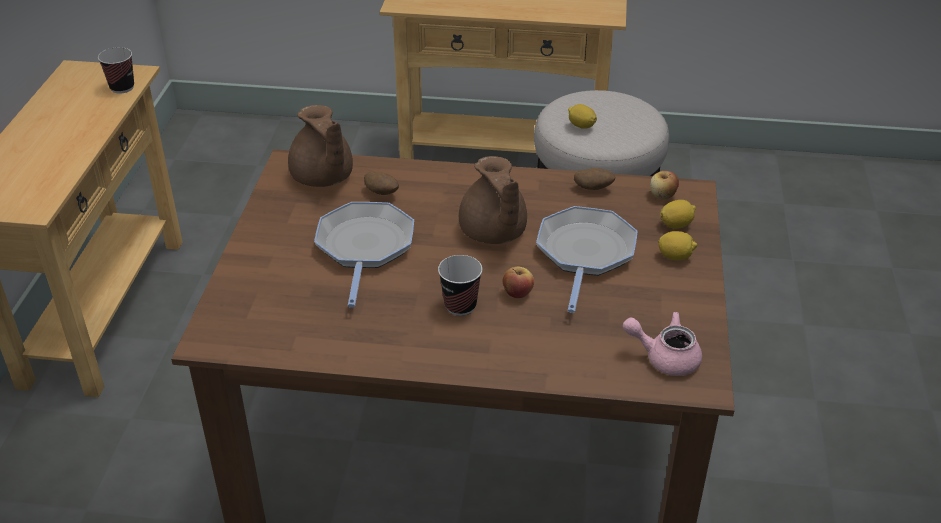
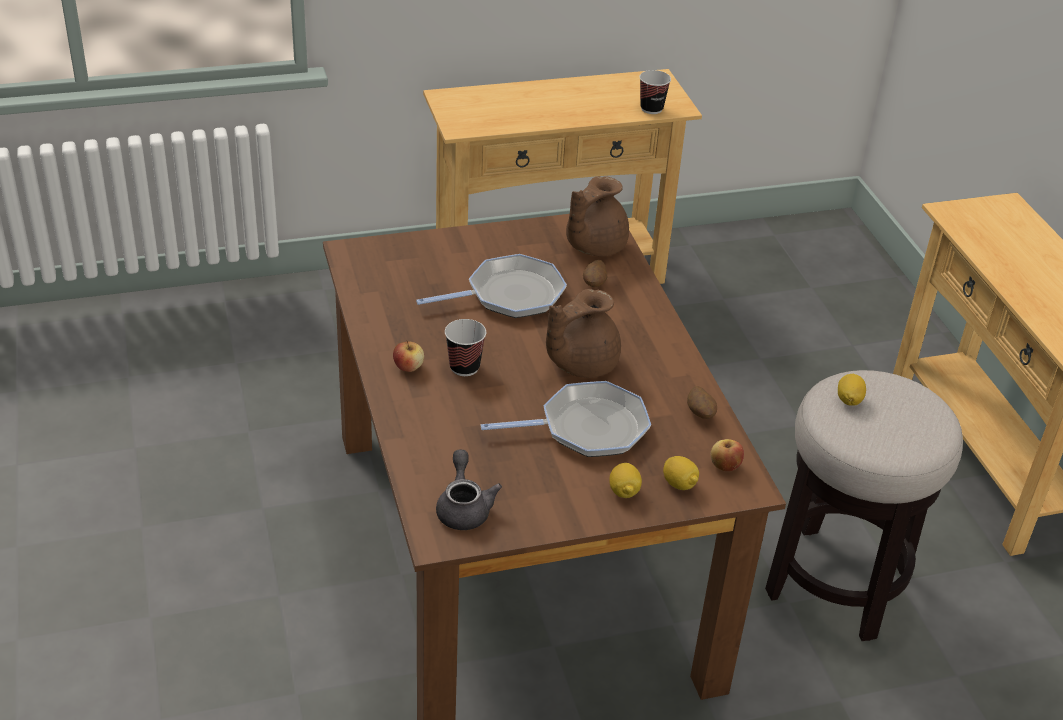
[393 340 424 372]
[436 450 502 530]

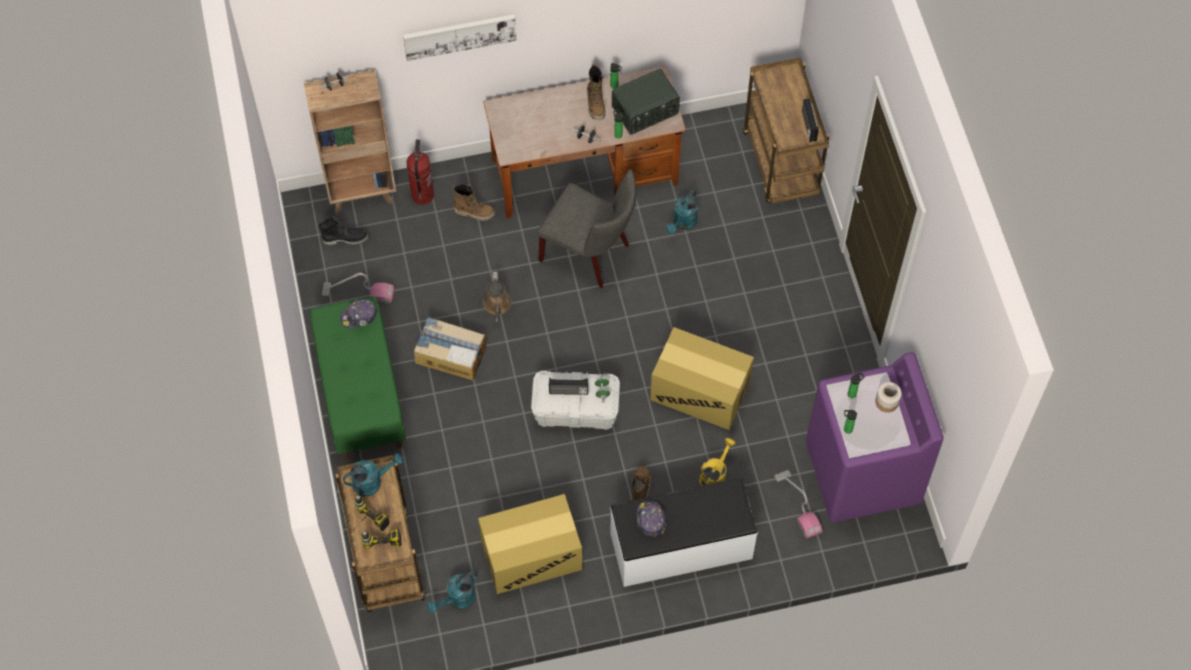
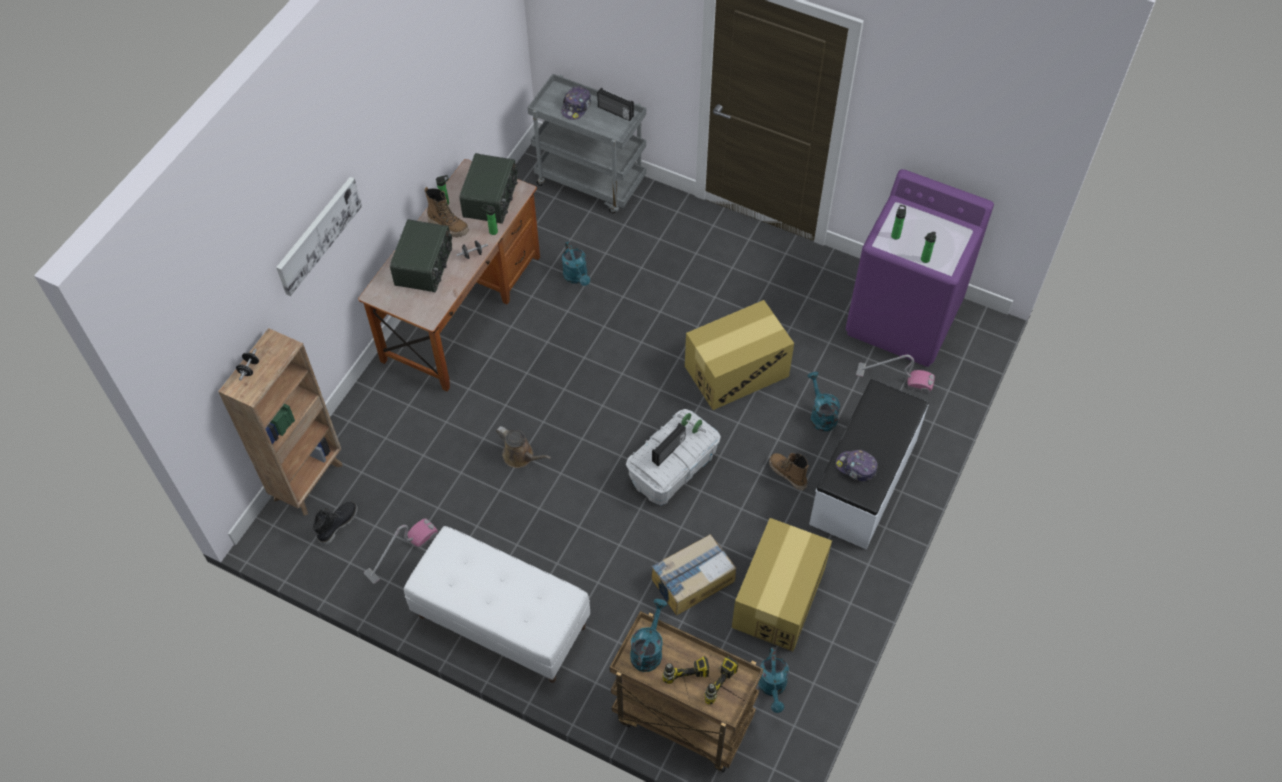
[390 219 452 292]
[404 526 590 683]
[528 74 646 214]
[561 86 591 120]
[652 534 736 616]
[808 372 840 432]
[406 139 434 205] (first image)
[453 184 495 221] (first image)
[537 169 636 288] (first image)
[875 382 902 413] (first image)

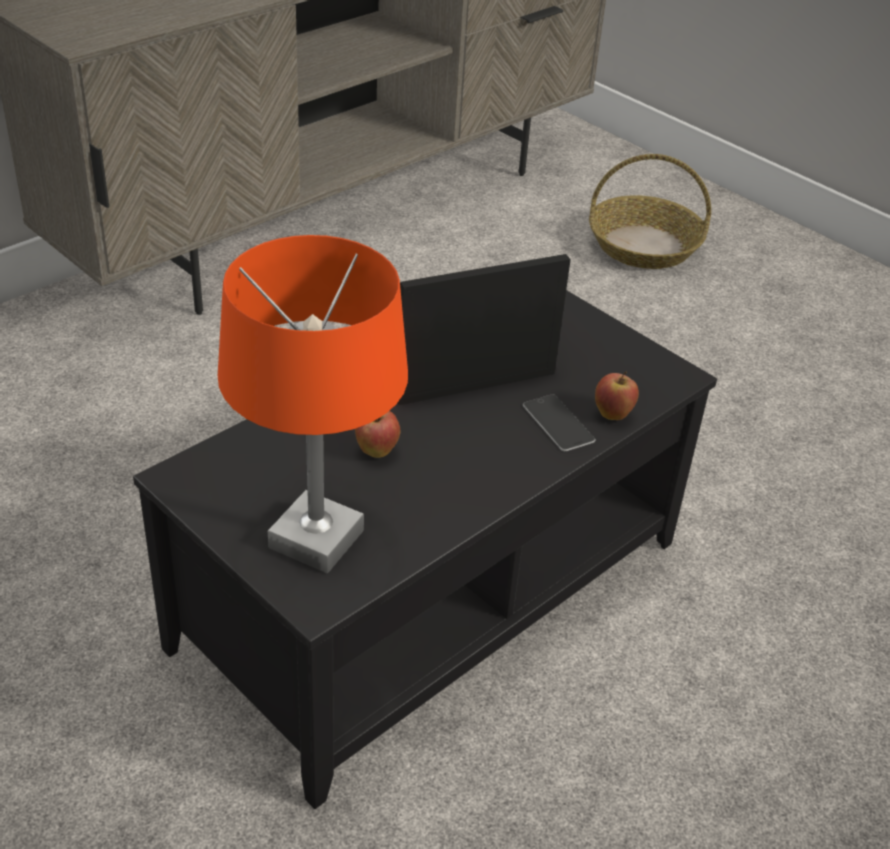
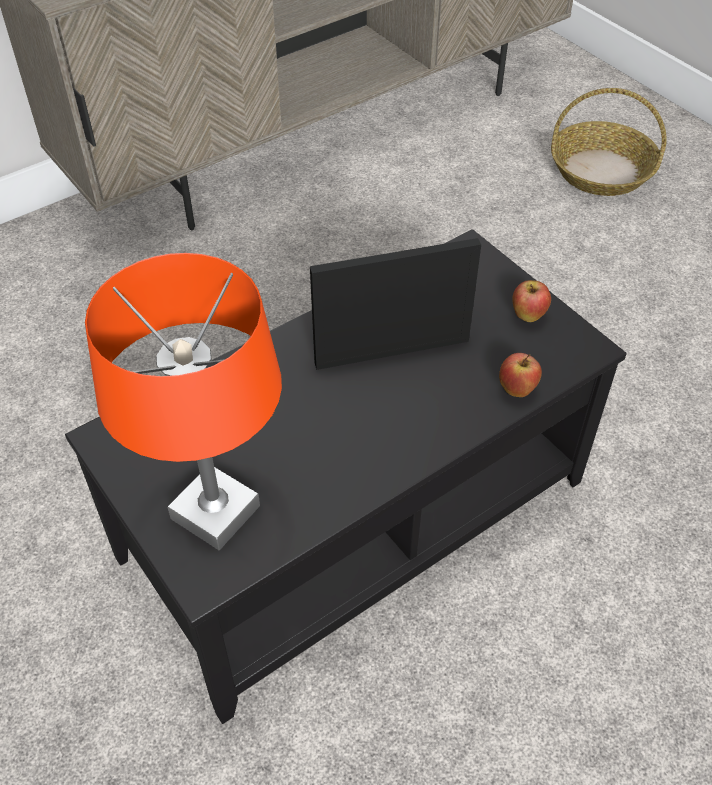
[512 280 551 322]
[523 394 595 451] (first image)

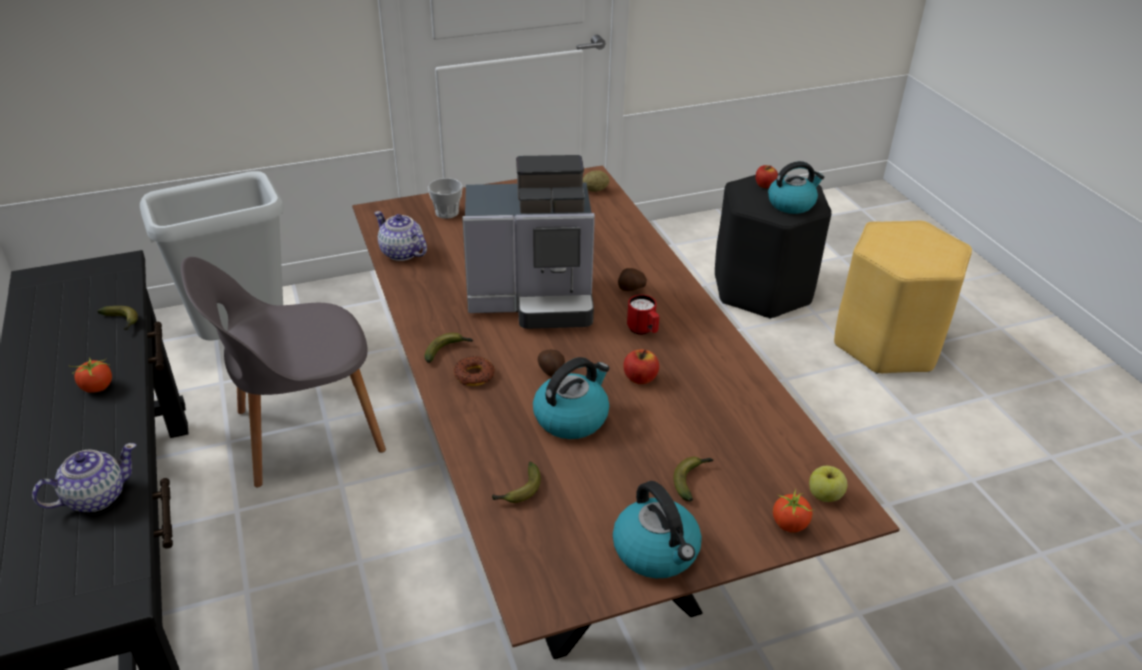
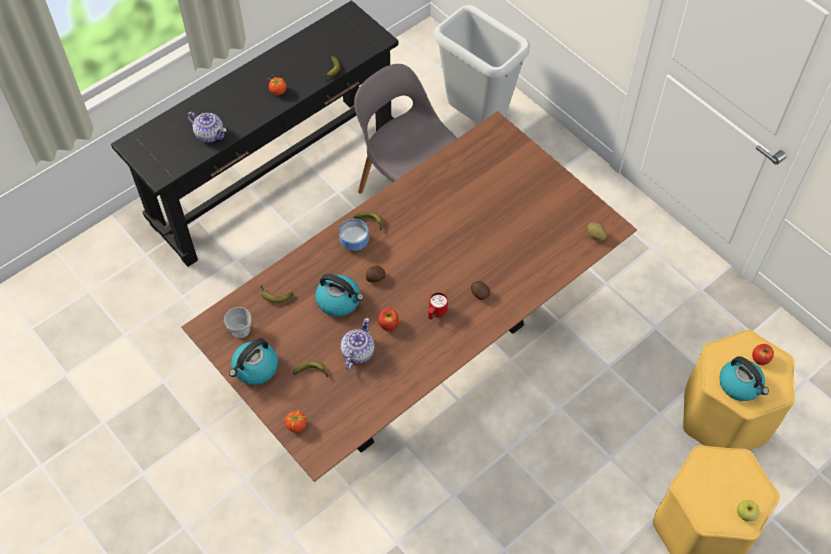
[224 307 251 338]
[339 219 369 251]
[341 318 375 370]
[683 330 795 450]
[737 500 760 522]
[462 155 595 329] (first image)

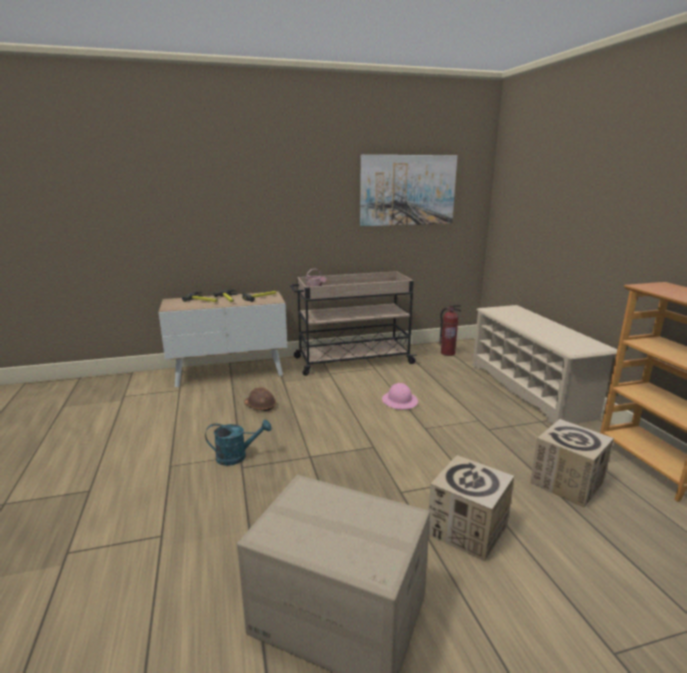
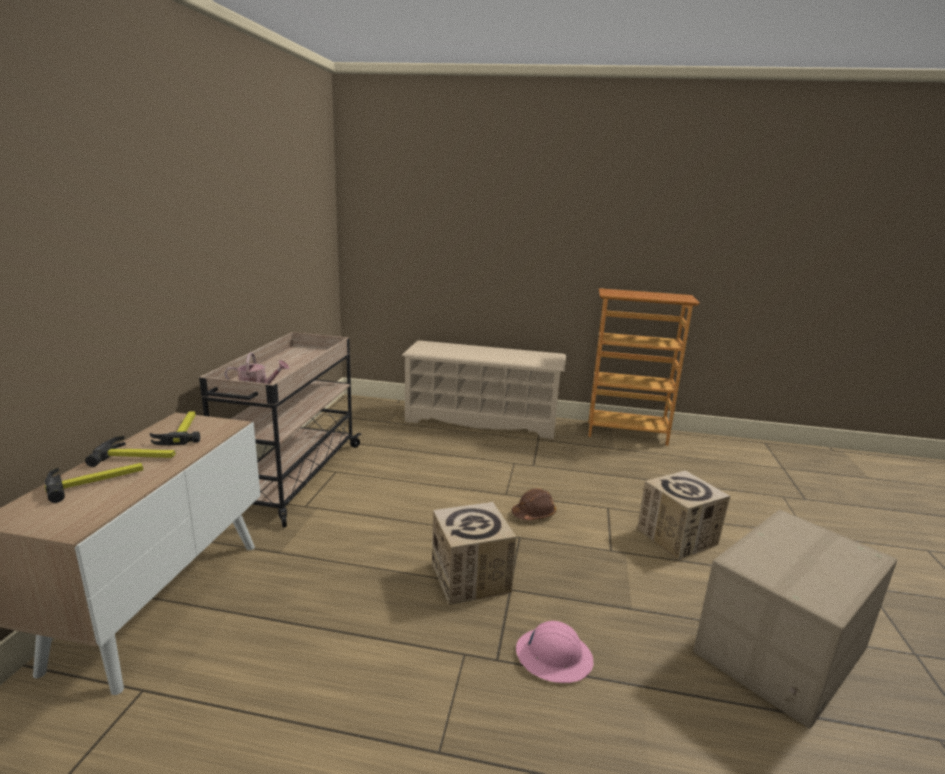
[432 502 516 605]
[512 488 556 520]
[516 621 593 683]
[205 419 272 466] (first image)
[360 155 457 226] (first image)
[439 304 461 356] (first image)

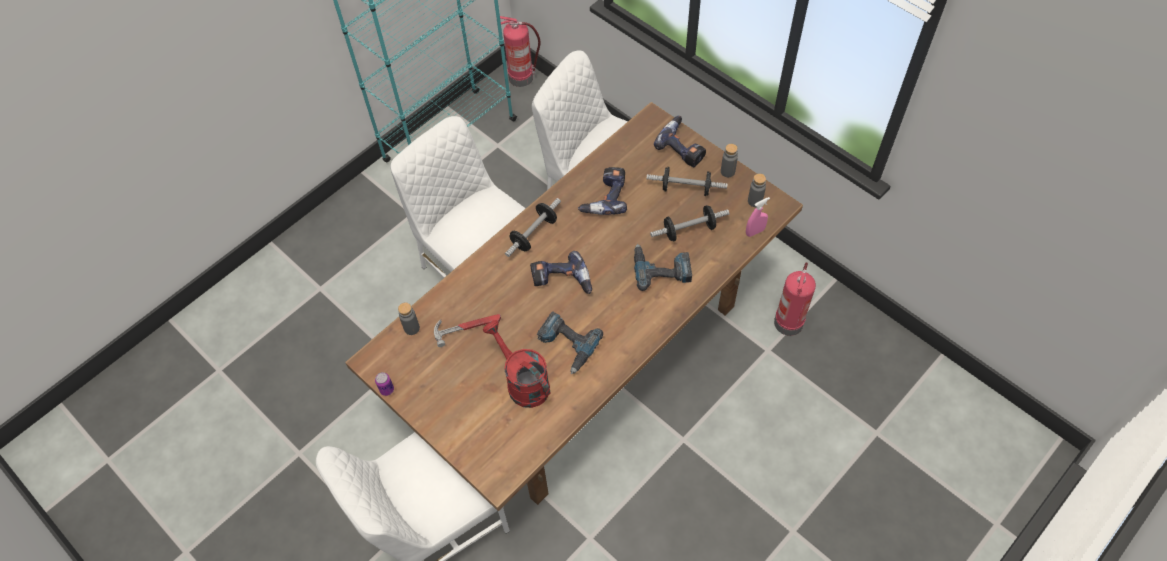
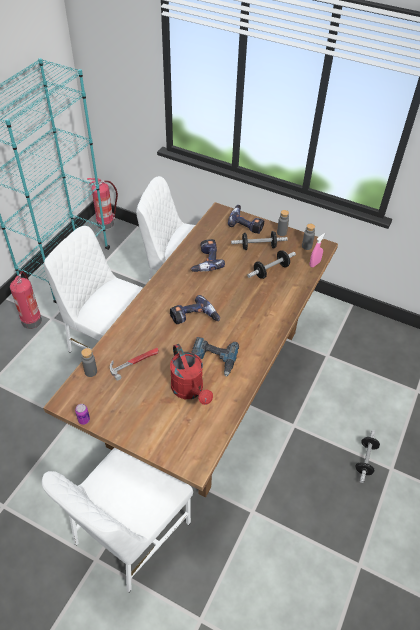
[10 271 42 329]
[170 344 213 405]
[355 430 380 483]
[634 244 692 291] (first image)

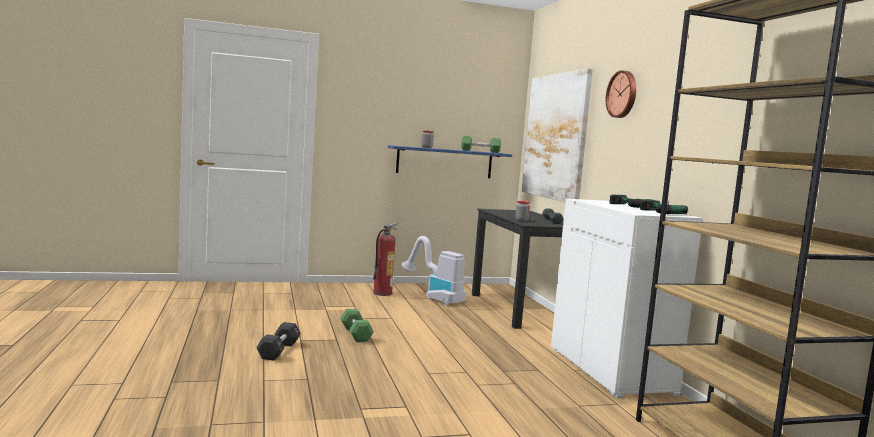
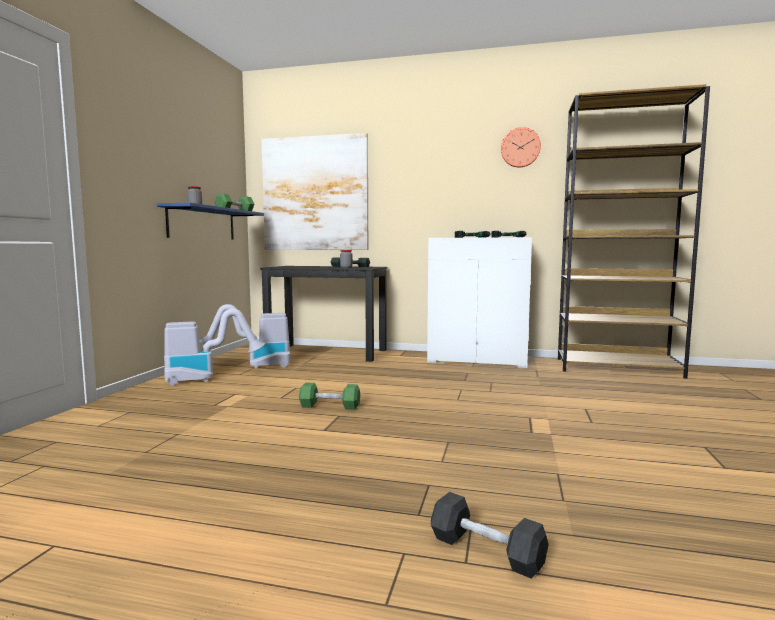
[164 308 265 385]
[431 492 549 578]
[501 127 541 168]

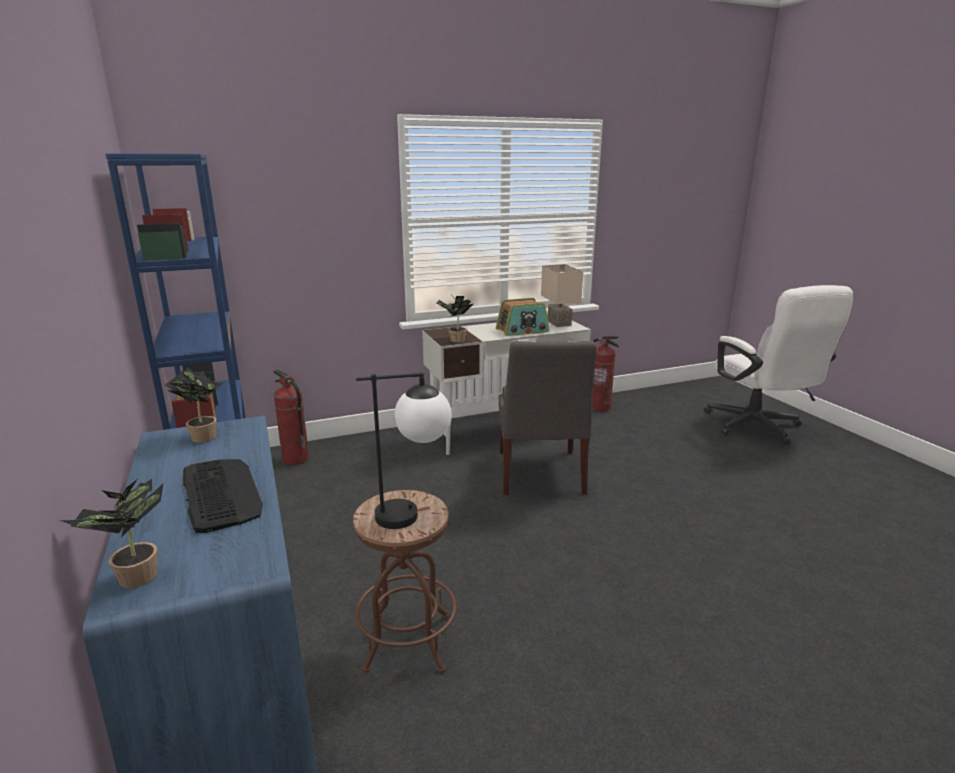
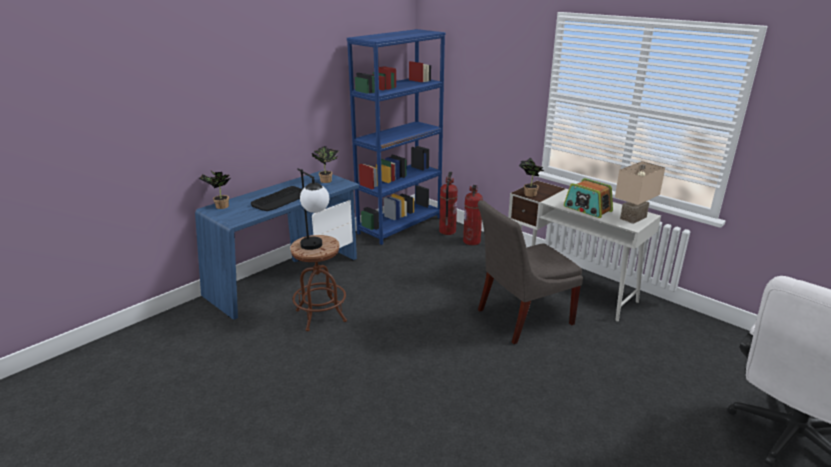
[463 185 483 245]

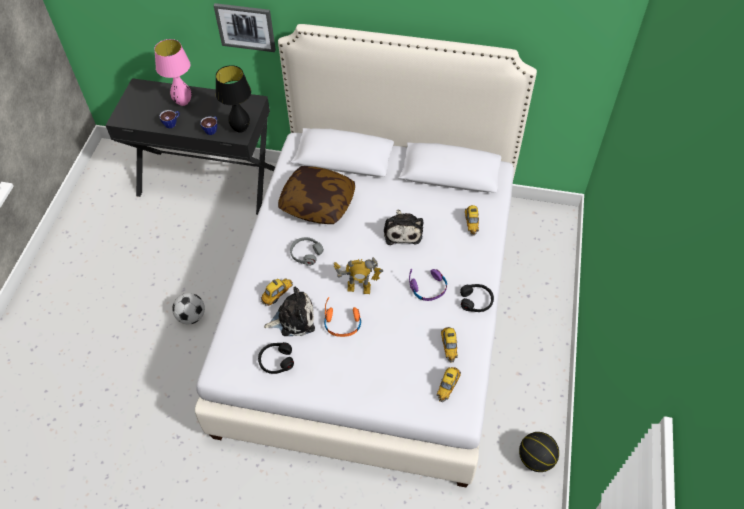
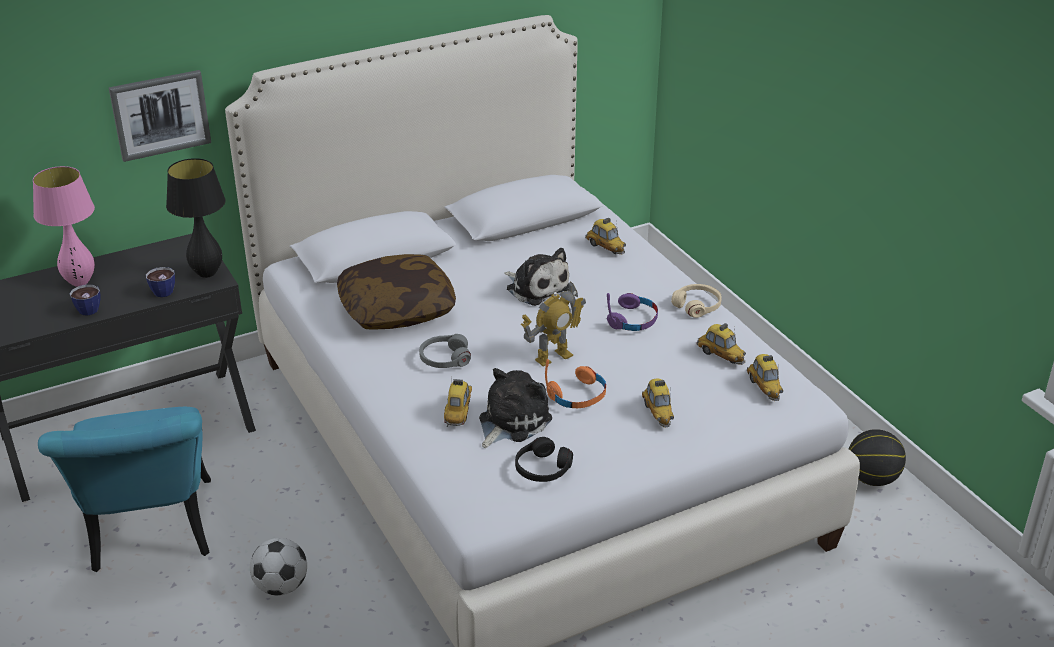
[38 407 211 572]
[642 378 674 428]
[671 284 722 318]

